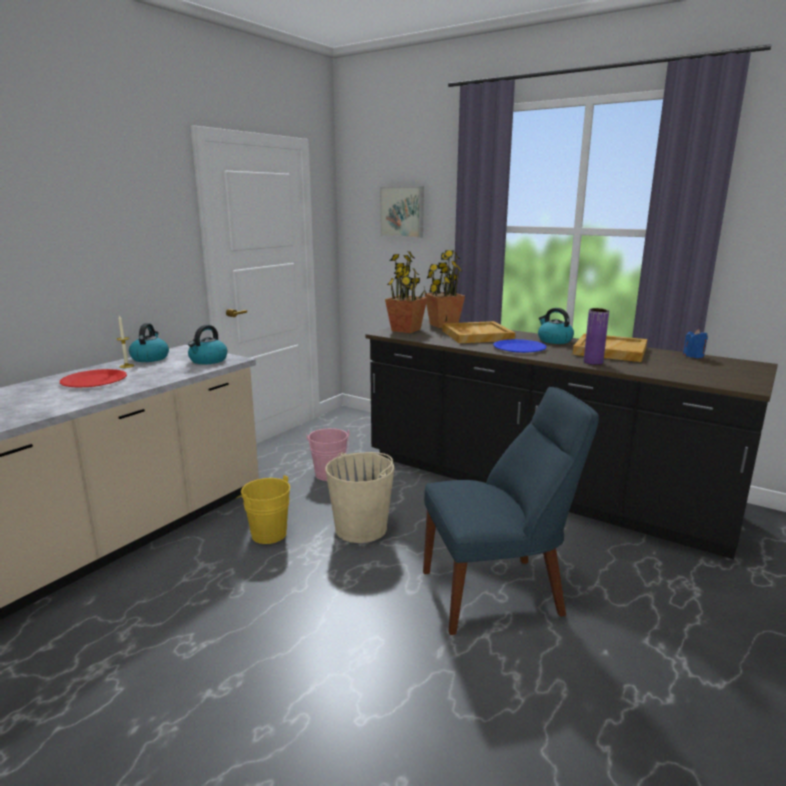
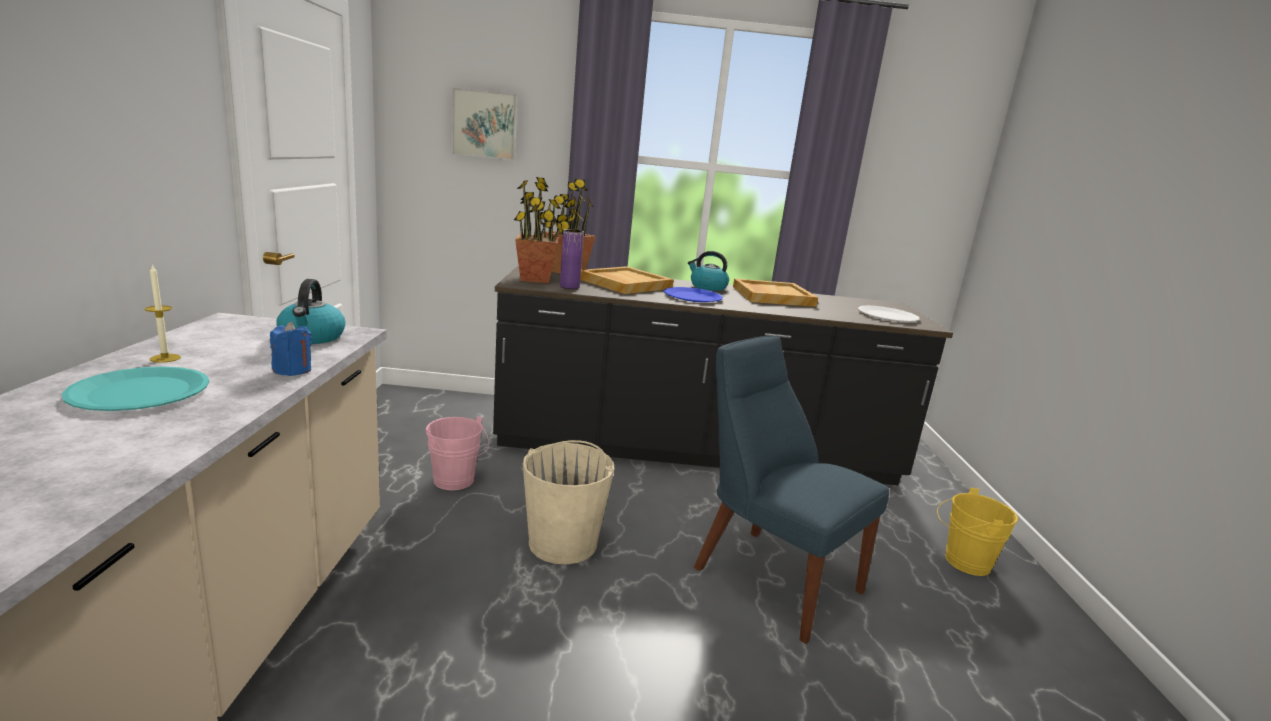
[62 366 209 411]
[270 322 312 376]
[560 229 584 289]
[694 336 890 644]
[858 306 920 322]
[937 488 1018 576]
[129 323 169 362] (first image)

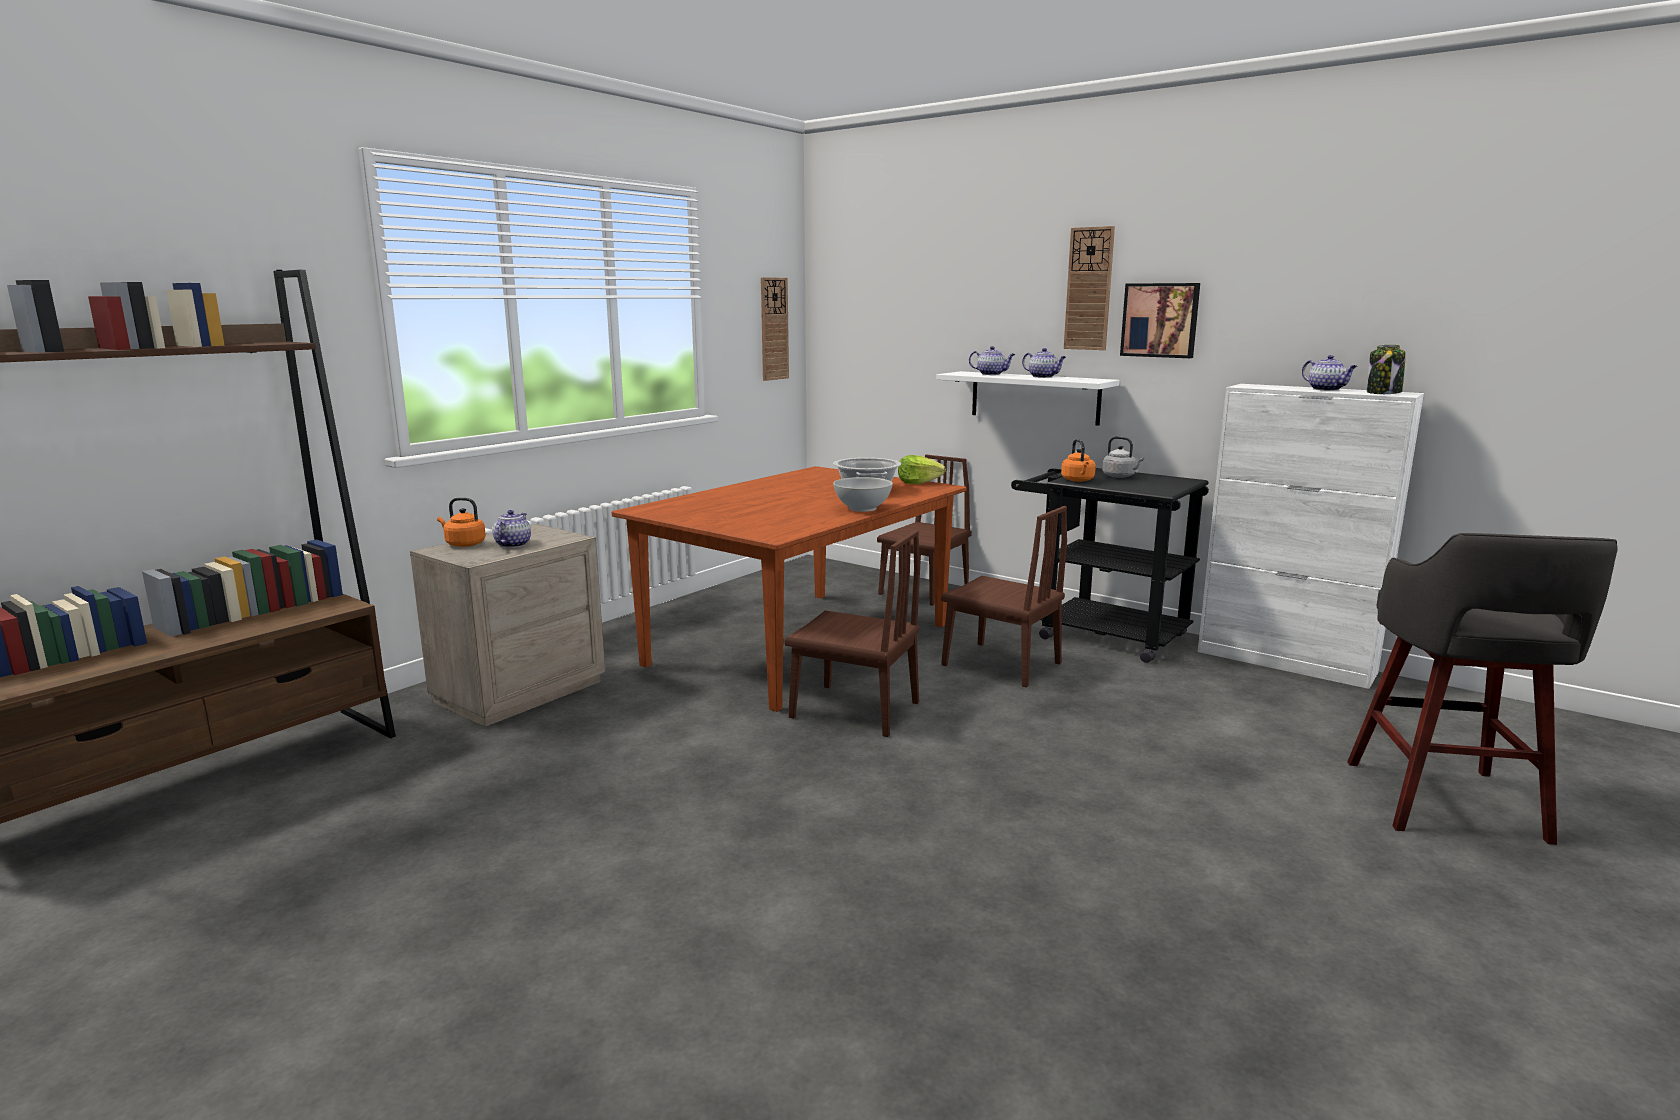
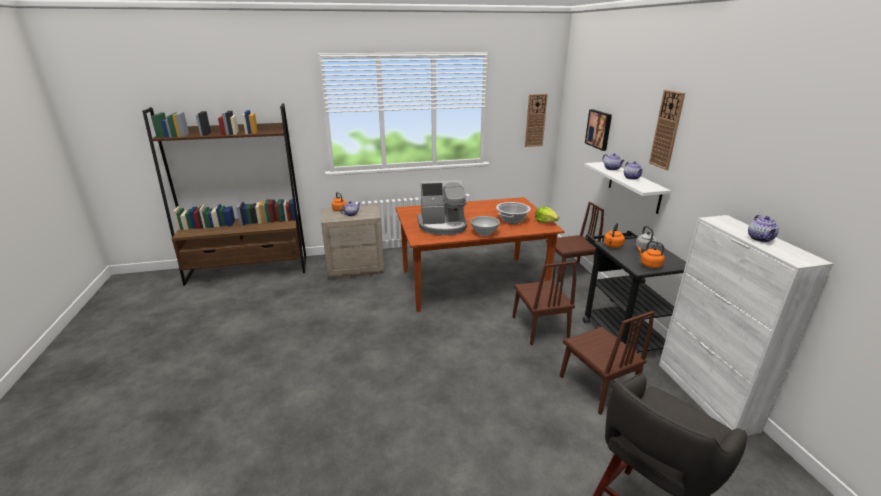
[418 180 467 235]
[560 311 654 415]
[585 109 612 151]
[638 241 665 268]
[1367 345 1406 394] (first image)

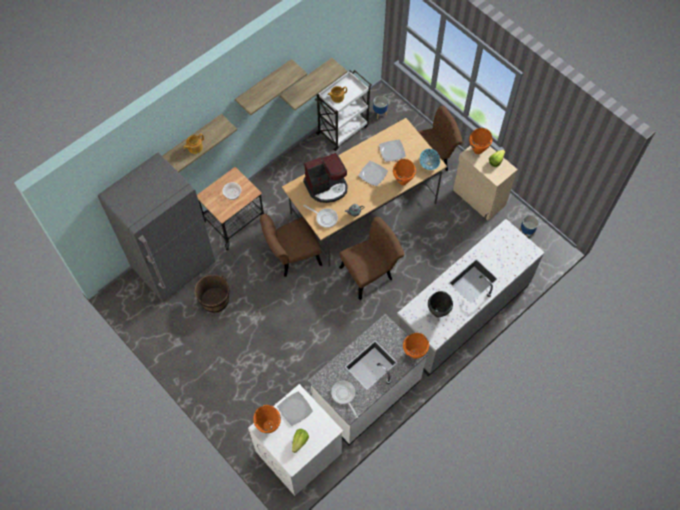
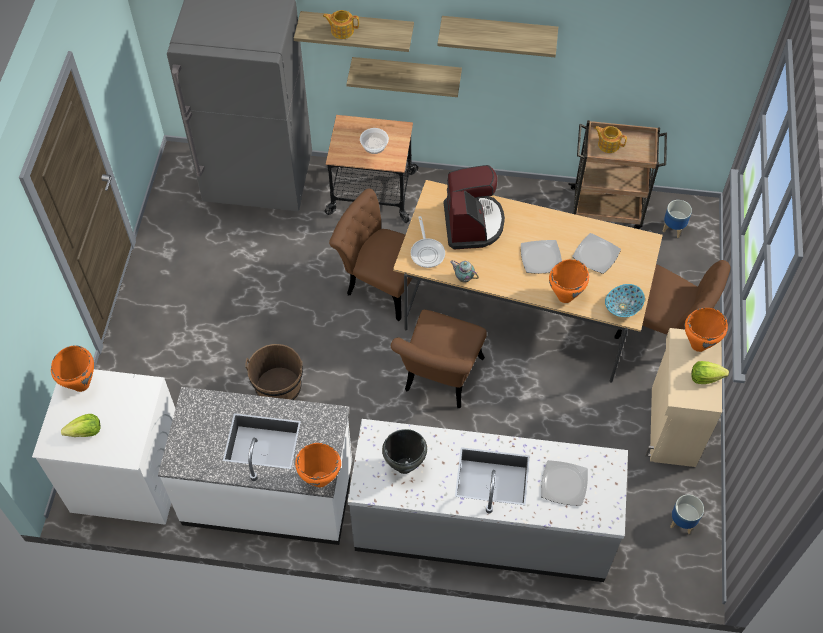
[245 344 303 400]
[346 57 462 97]
[391 310 487 408]
[444 165 505 249]
[541 460 588 506]
[568 120 667 229]
[331 381 358 418] (first image)

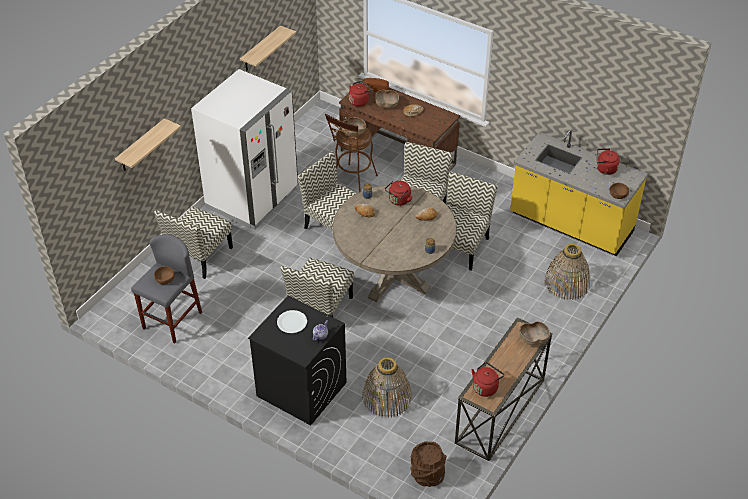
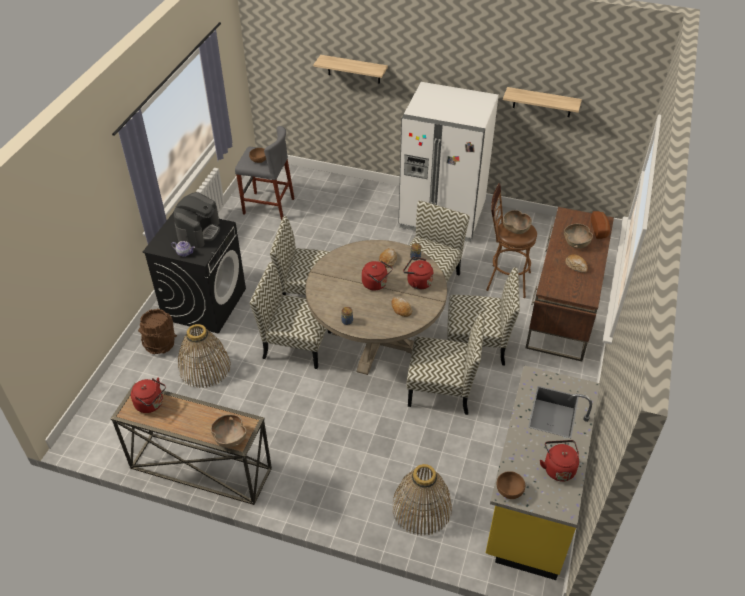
[138 309 177 354]
[174 192 220 248]
[250 262 331 369]
[362 261 393 290]

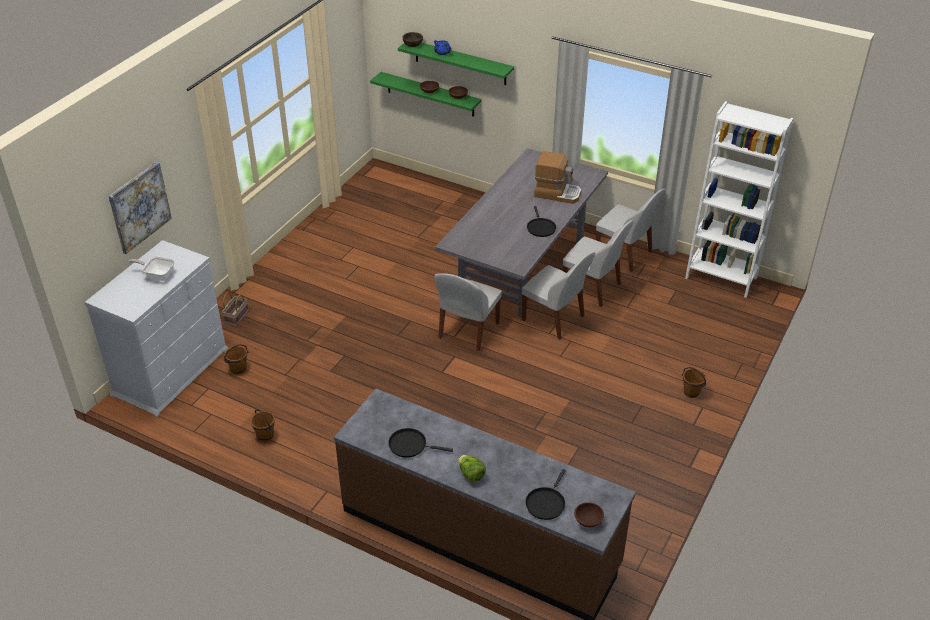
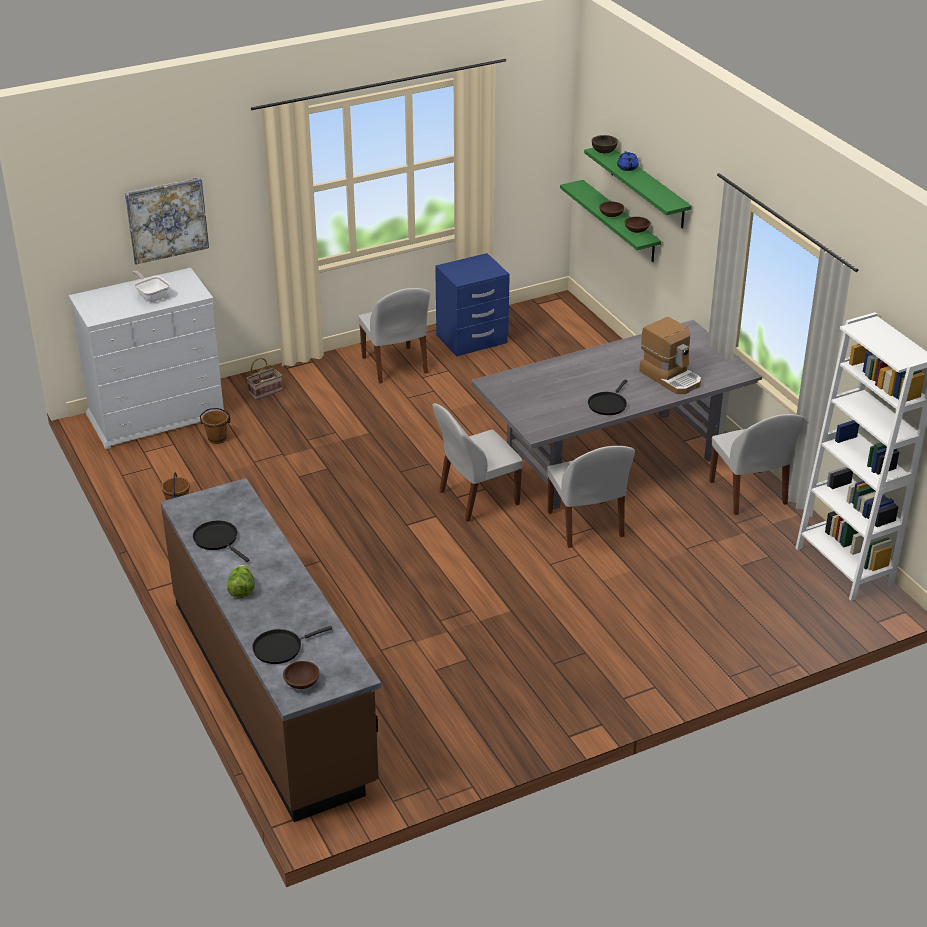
[358 288 430 383]
[435 253 510 357]
[682 367 707 398] (first image)

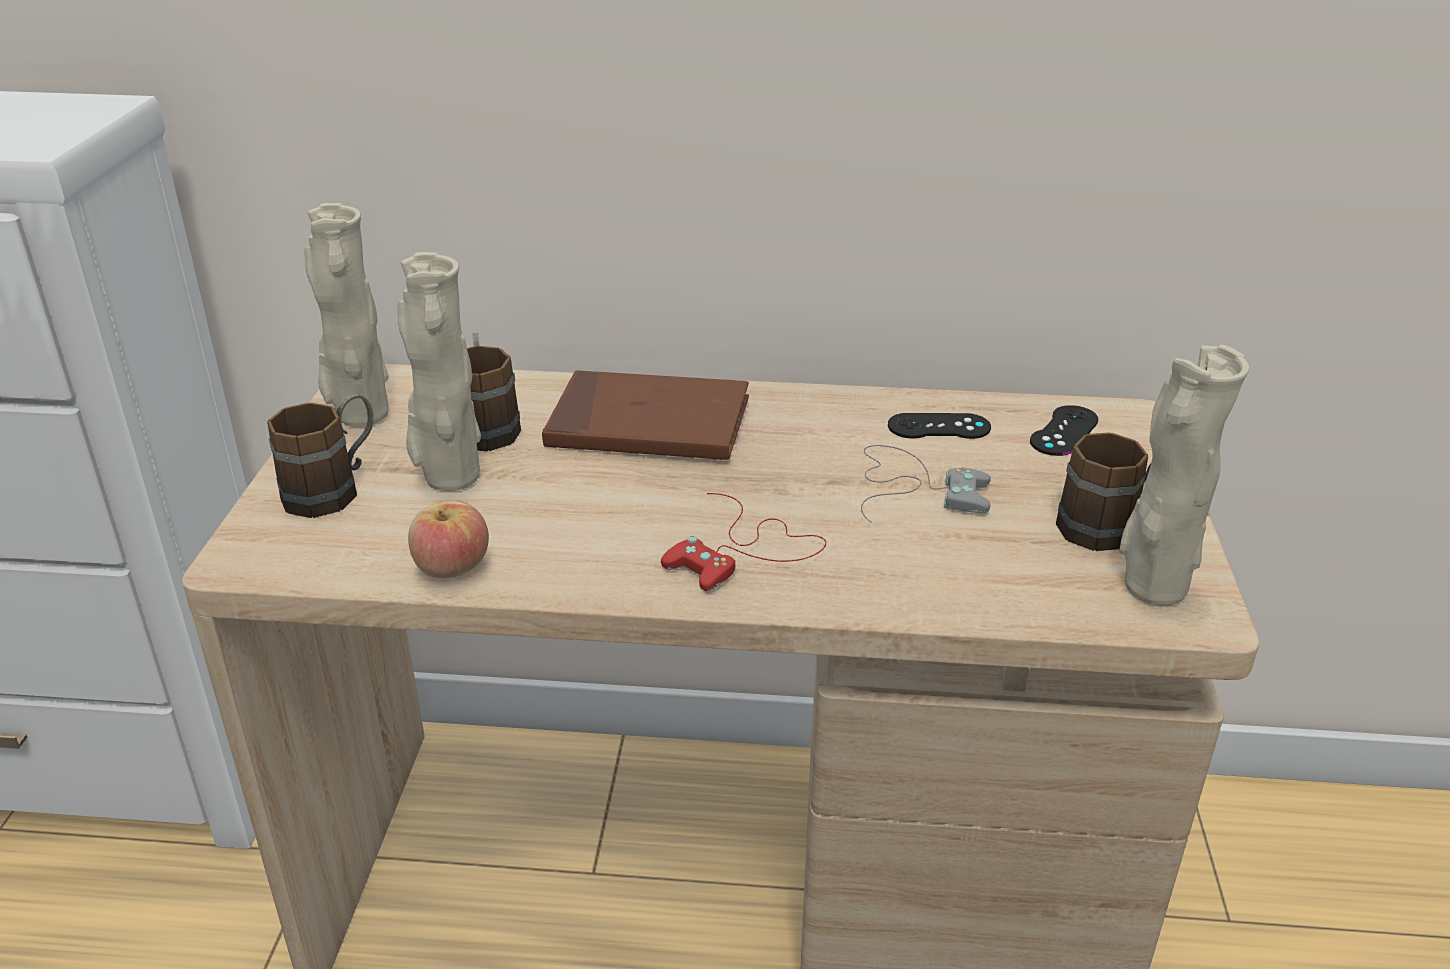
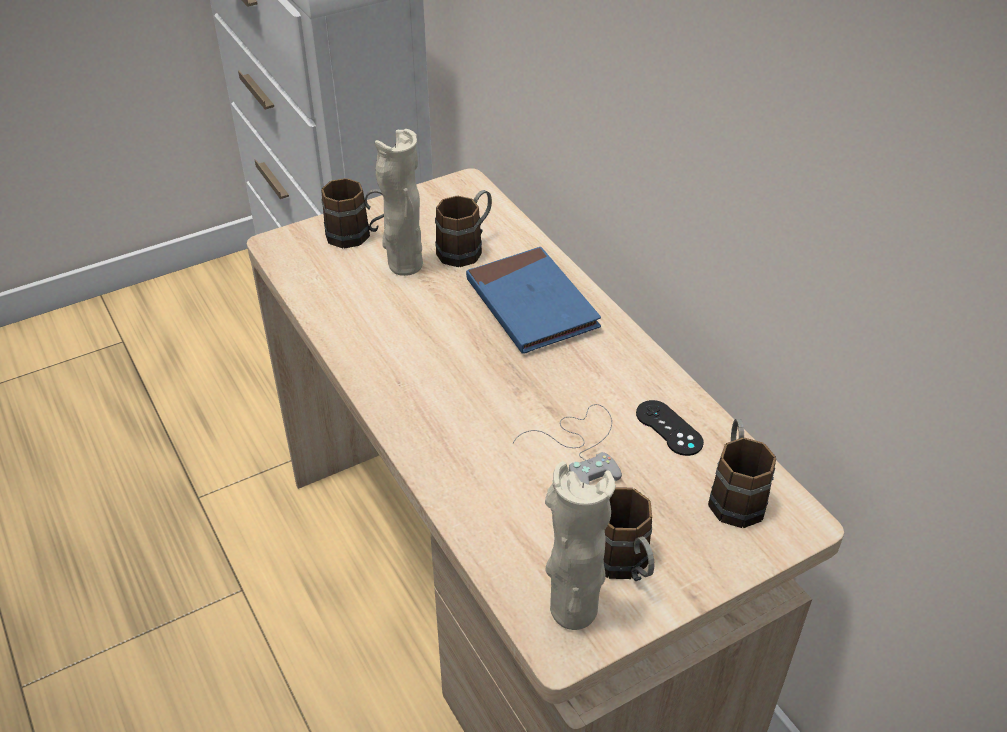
[466 247 601 354]
[708 419 776 528]
[304 203 389 427] (first image)
[408 500 489 578] (first image)
[661 493 826 591] (first image)

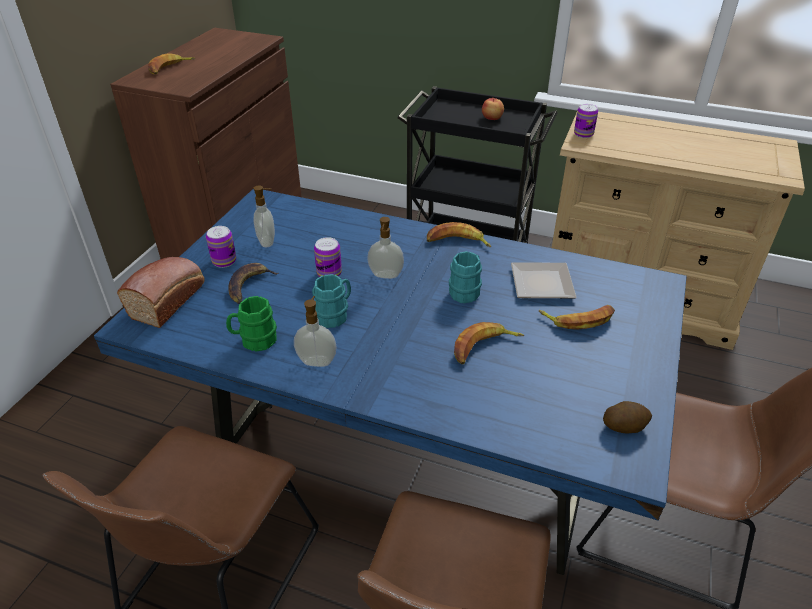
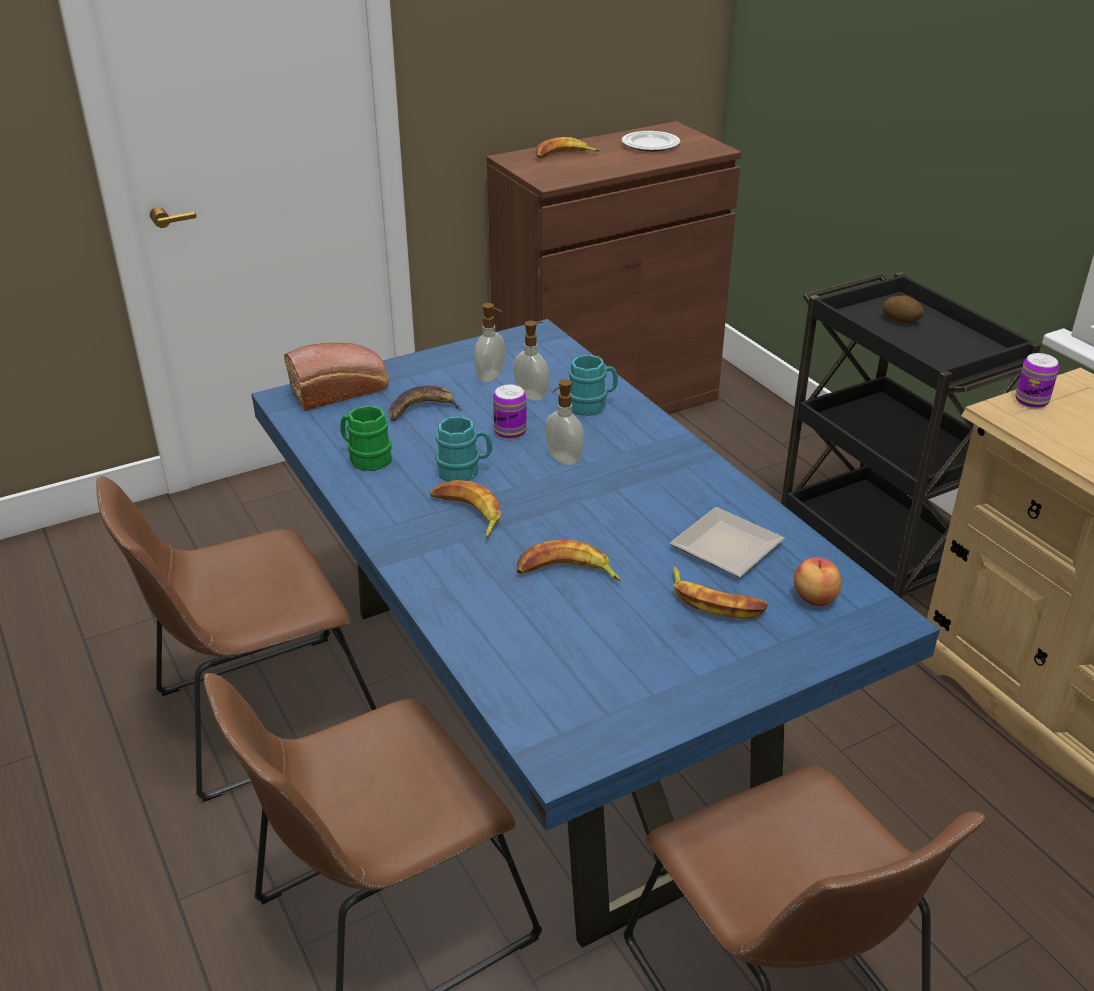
[430 480 501 538]
[513 321 549 401]
[569 355 618 416]
[622 131 680 152]
[794 557 842 606]
[883 296 924 323]
[206 226 236 268] (first image)

